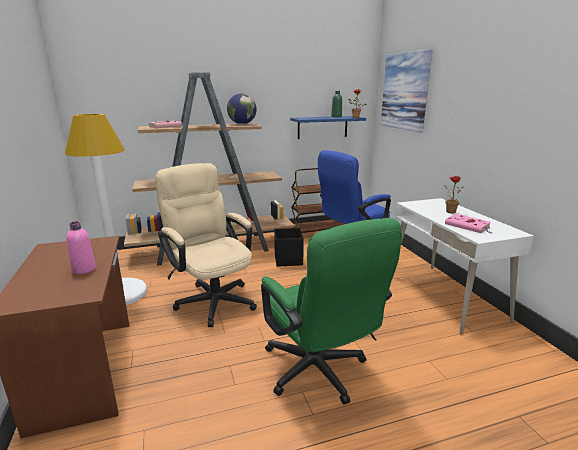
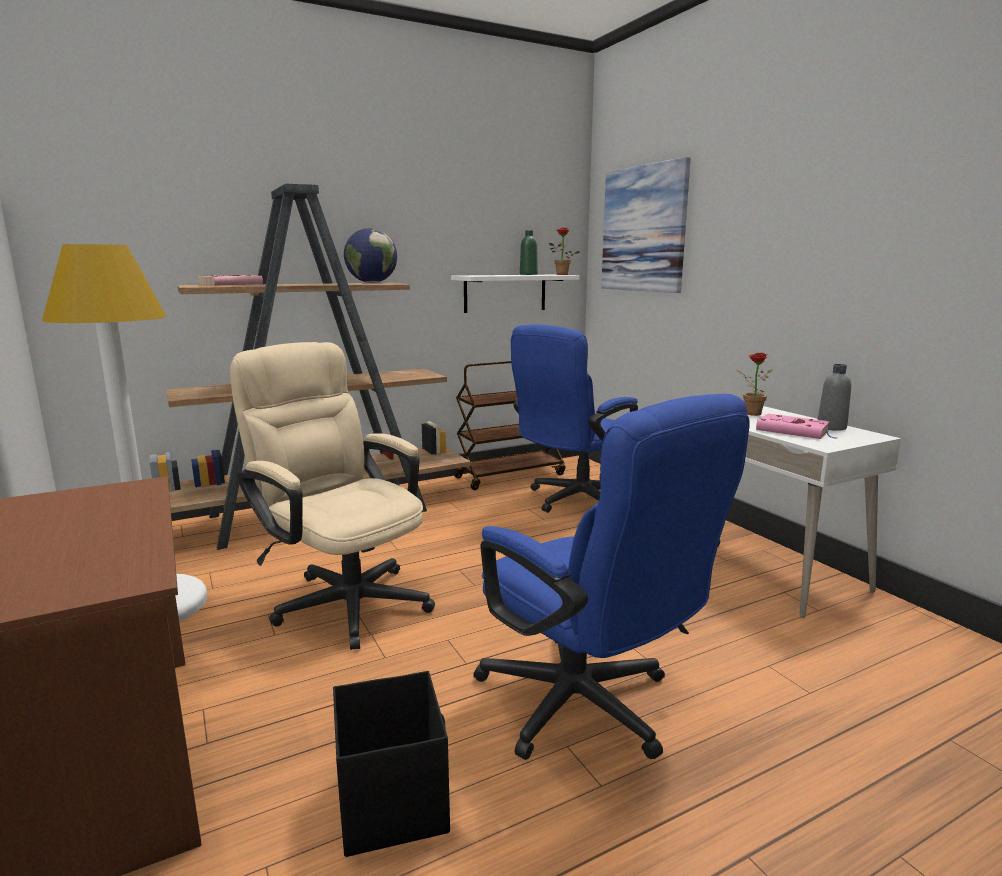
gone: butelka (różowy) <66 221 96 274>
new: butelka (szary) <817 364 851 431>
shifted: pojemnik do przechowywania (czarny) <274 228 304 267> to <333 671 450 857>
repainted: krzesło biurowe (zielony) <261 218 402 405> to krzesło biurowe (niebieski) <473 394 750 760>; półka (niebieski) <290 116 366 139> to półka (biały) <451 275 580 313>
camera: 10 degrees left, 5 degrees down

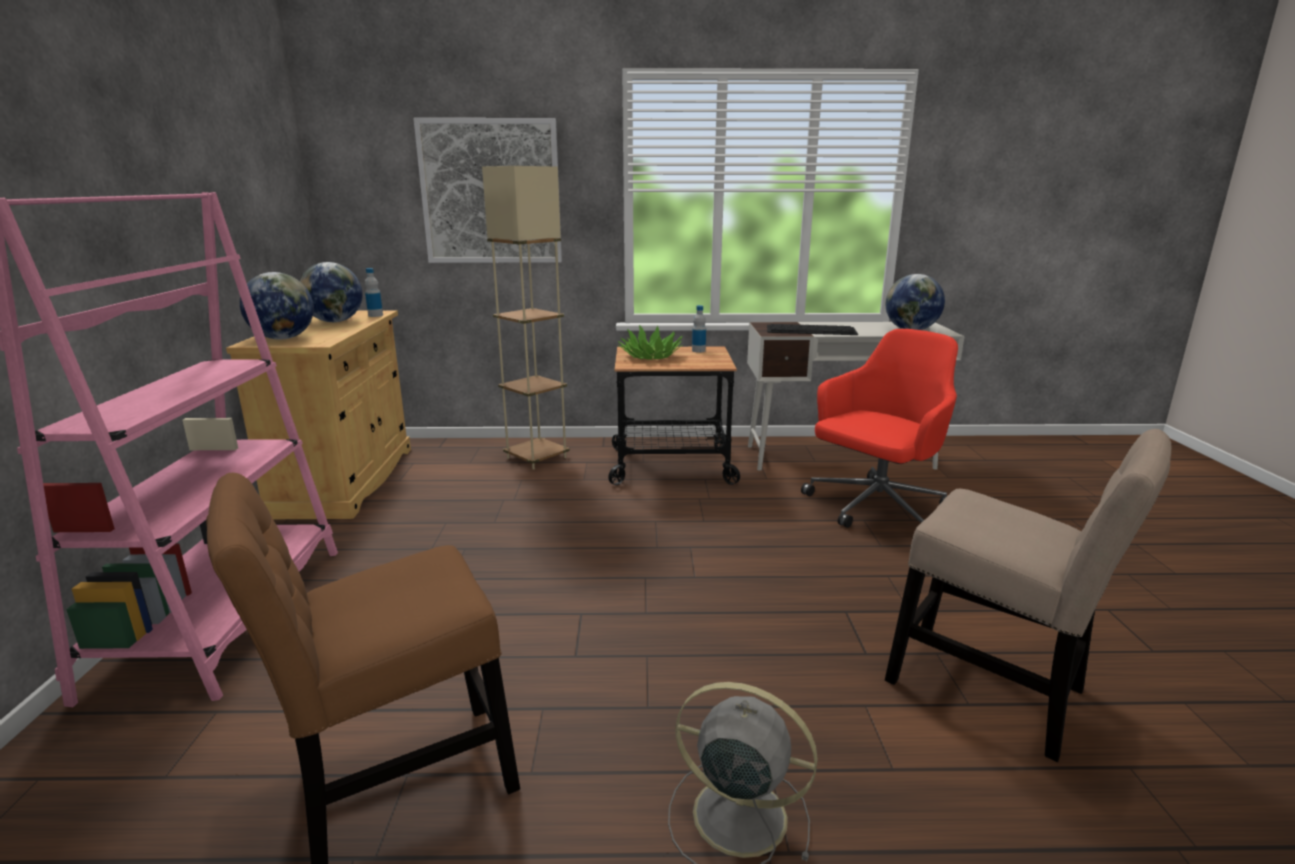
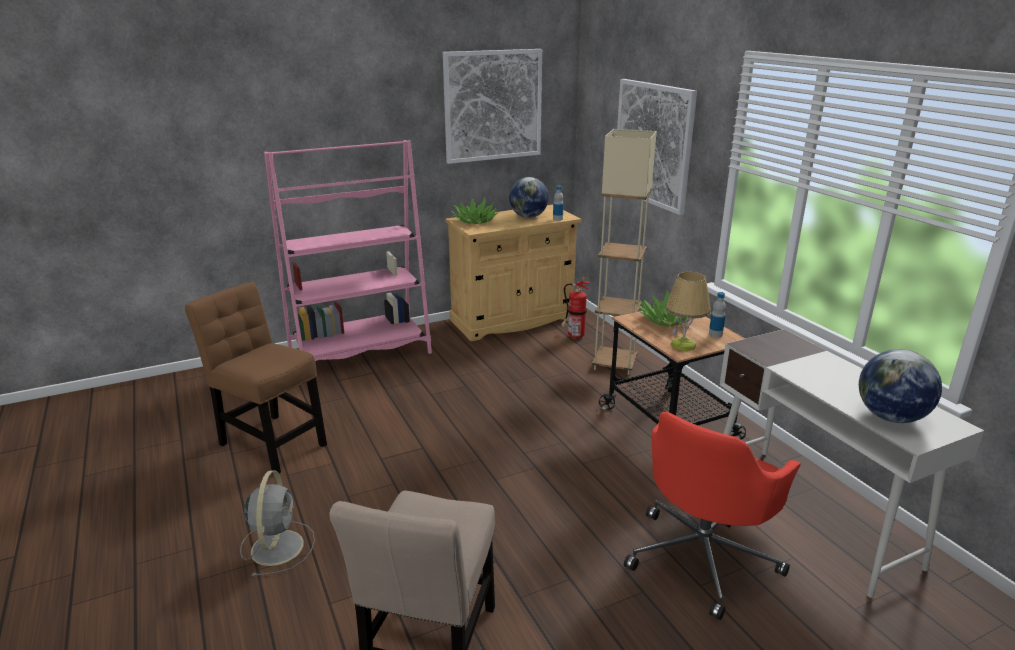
gone: klawiatura <767 324 858 335>
new: obraz <443 49 542 164>; gaśnica <561 277 590 339>; lampa stołowa <665 272 711 351>
swapped: globus <240 272 314 340> to roślina doniczkowa <451 198 498 224>
rotated: krzesło biurowe (czerwony) <801 329 958 528> = <624 412 801 620> 105 degrees clockwise
camera: 65 degrees right, 5 degrees up

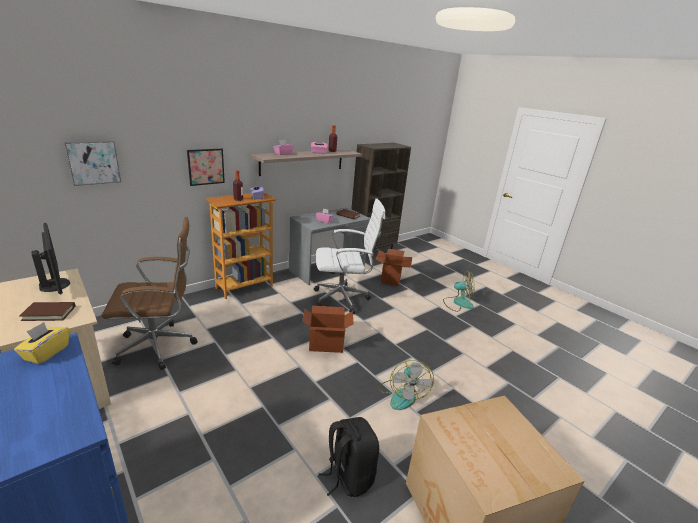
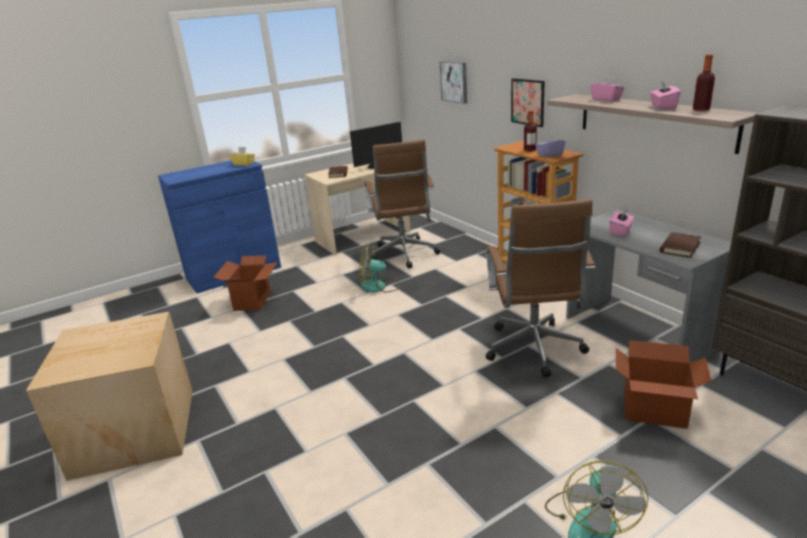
gone: plecak (czarny) <319 417 379 497>
shifted: karton <302 306 354 353> to <213 255 278 311>; wentylator <378 360 434 410> to <358 244 400 293>
repainted: krzesło biurowe (biały) <314 198 385 314> to krzesło biurowe (brązowy) <486 199 595 378>
camera: 100 degrees right, 0 degrees up

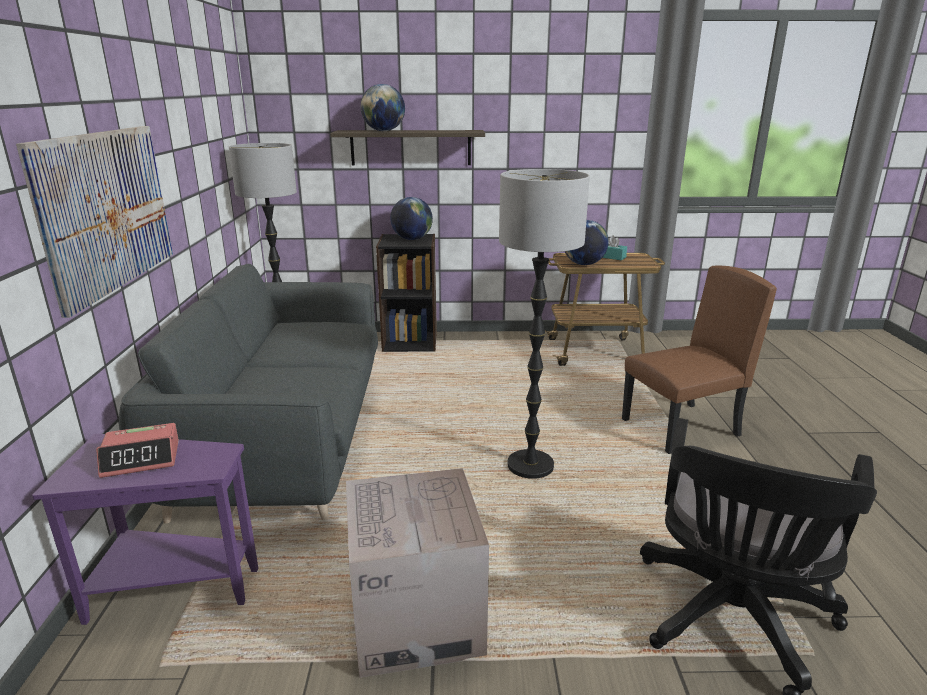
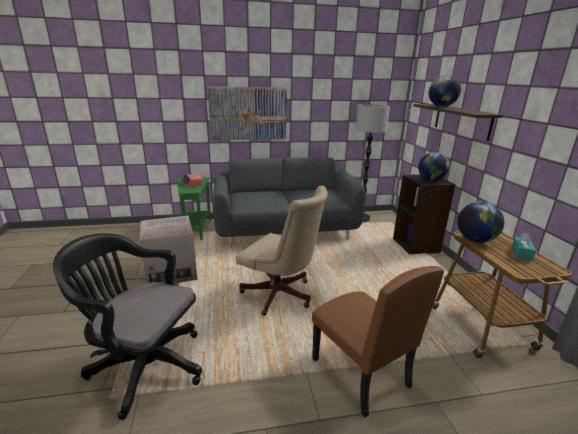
swapped: lampa stojąca <499 169 590 479> to krzesło biurowe (beżowy) <236 186 328 316>
repainted: stolik (fioletowy) <32 433 258 625> to stolik (zielony) <177 177 211 240>
camera: 80 degrees right, 0 degrees up

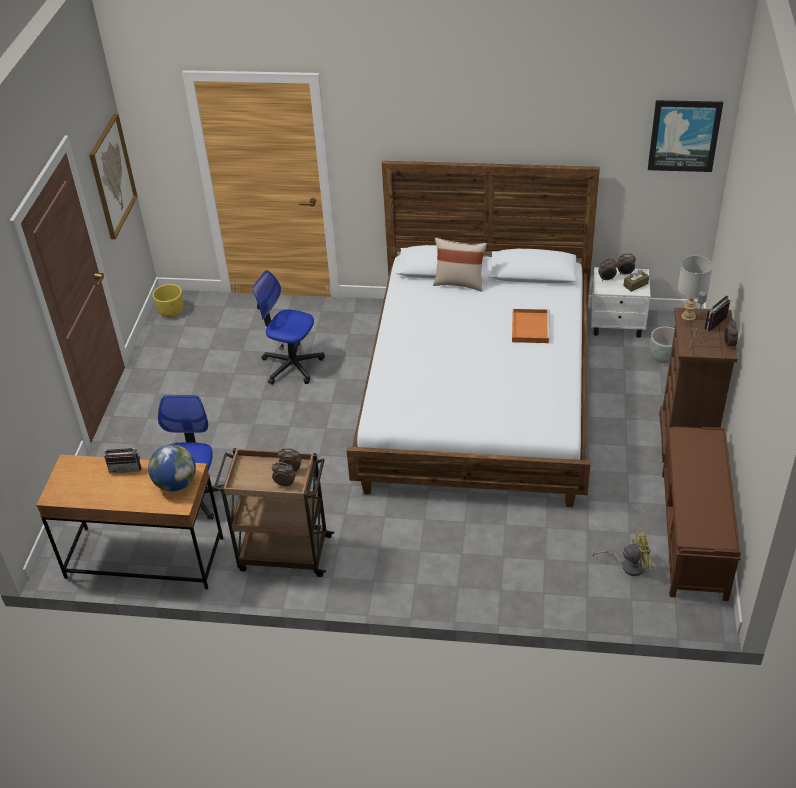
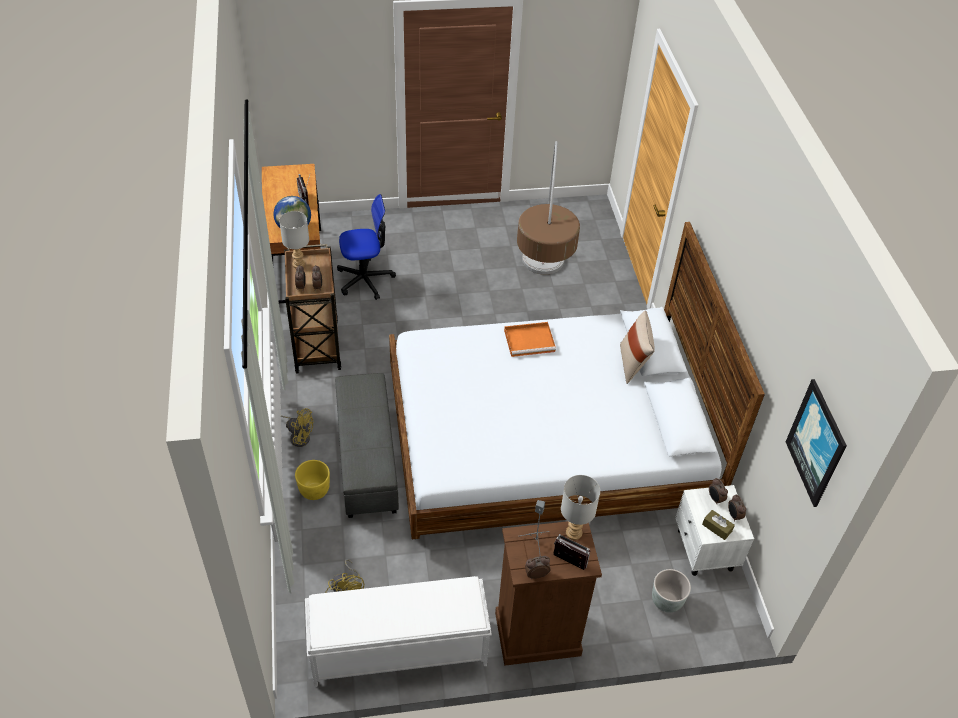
gone: obraz <89 114 138 239>
new: lampa stołowa (szary) <279 211 309 268>; wentylator (żółty) <281 408 313 447>; pufa (szary) <335 373 399 518>
shifted: donica (żółty) <153 284 183 318> to <295 460 330 500>; taca (pomarańczowy) <512 309 550 343> to <504 322 556 357>
swapped: krzesło biurowe <252 270 325 385> to lampa stojąca <517 141 580 275>
repainted: ławka (brązowy) <662 427 741 601> to ławka (biały) <305 576 492 687>
camera: 70 degrees right, 5 degrees up

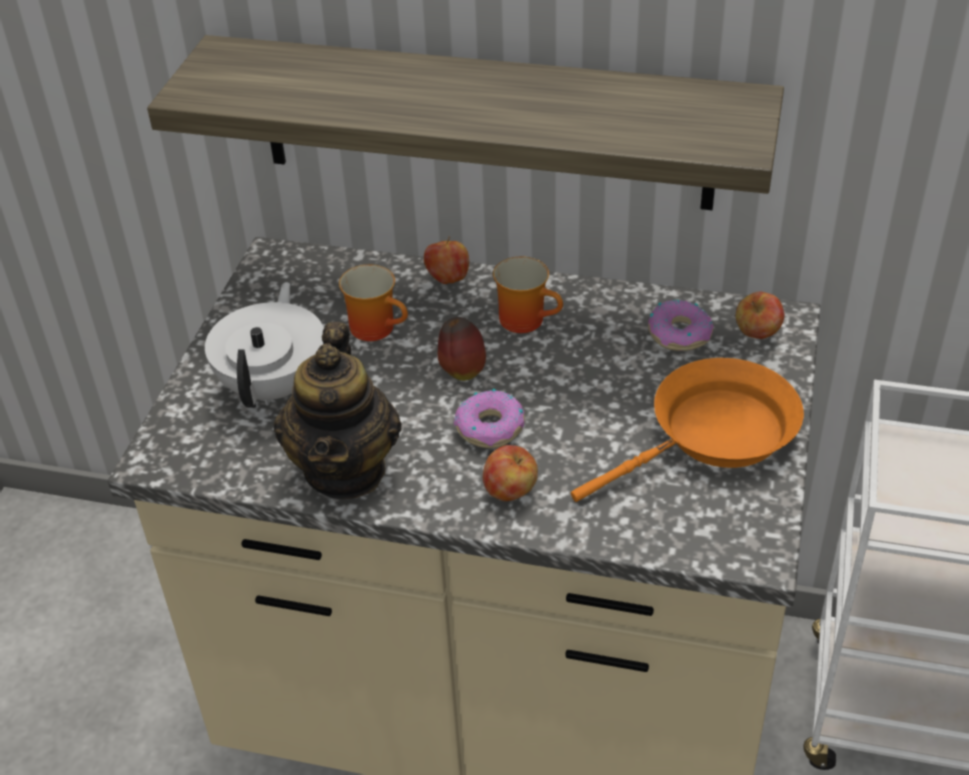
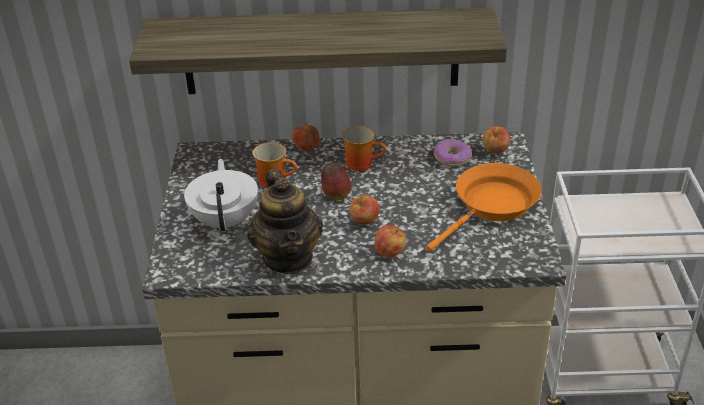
swapped: donut <454 389 525 448> to jabłko <350 195 379 225>
camera: 15 degrees left, 5 degrees down

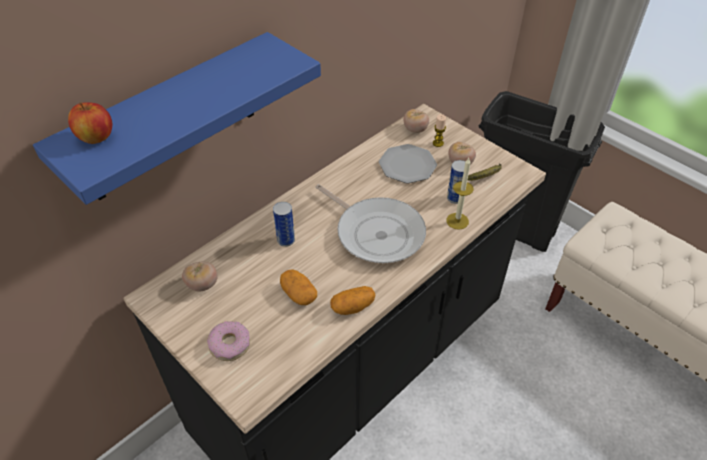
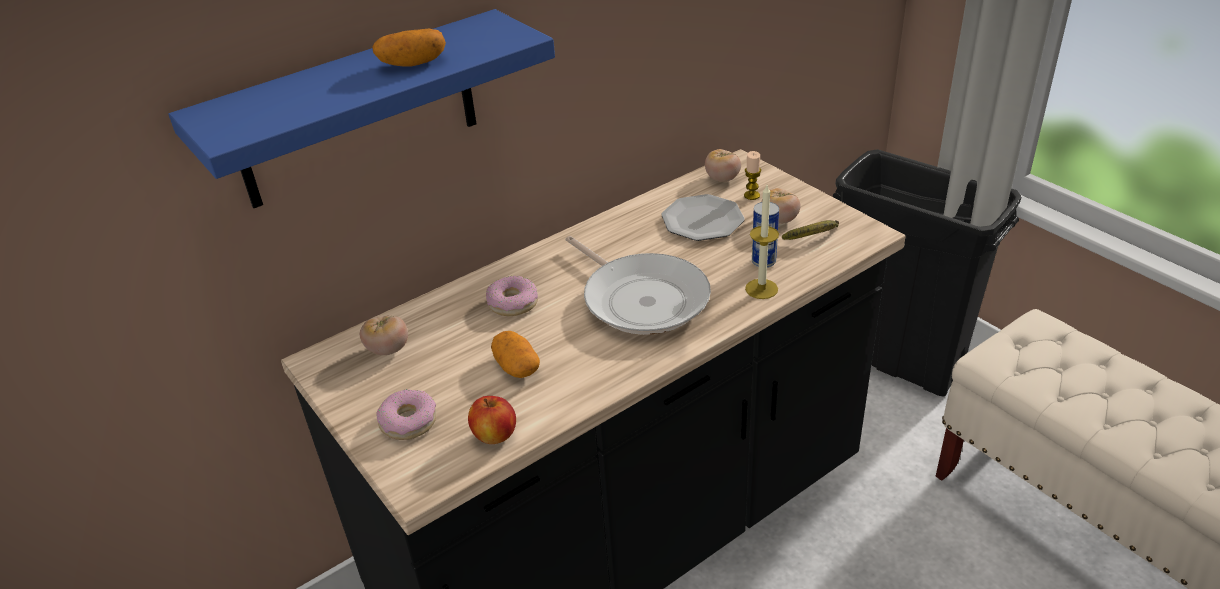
shifted: jabłko <68 102 112 144> to <468 396 516 444>; ziemniak <330 286 376 315> to <372 28 446 66>
swapped: puszka <273 202 295 247> to donut <486 276 538 316>
camera: 10 degrees right, 10 degrees down

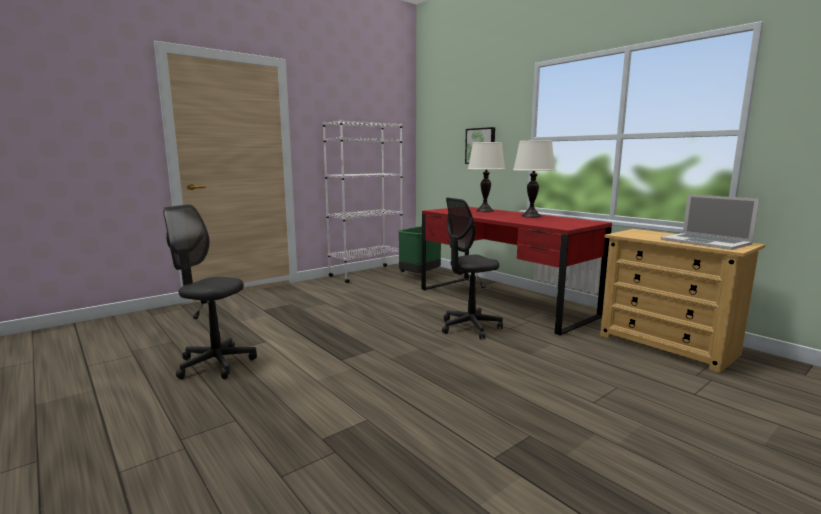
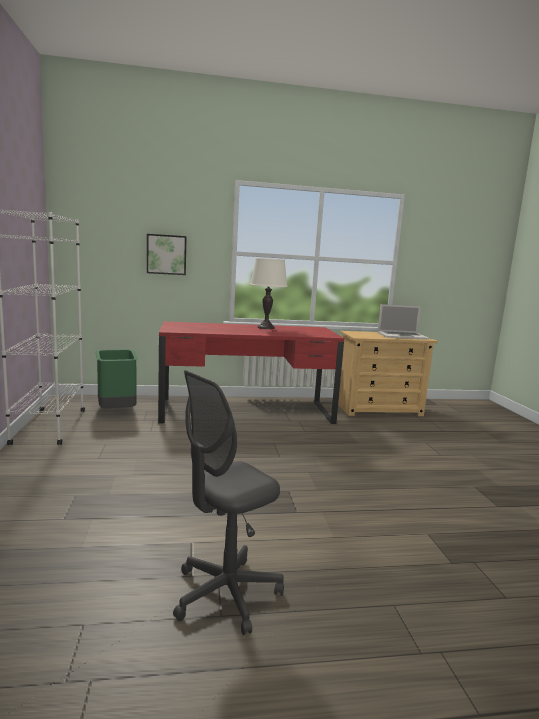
gone: krzesło biurowe (szary) <442 197 503 339>; lampa stołowa (biały) <468 142 505 212>
camera: 60 degrees left, 0 degrees up

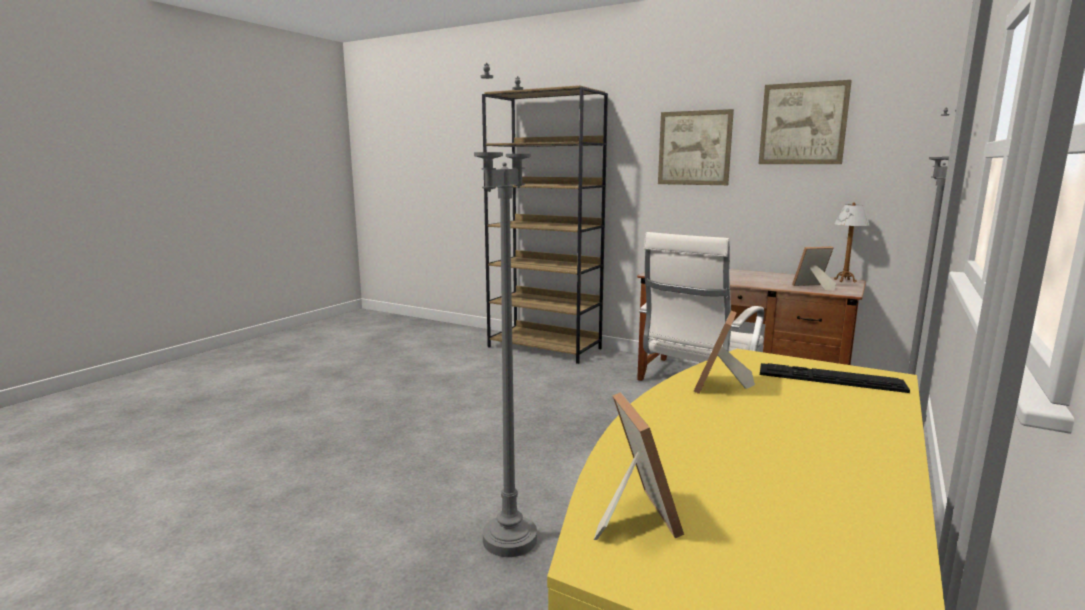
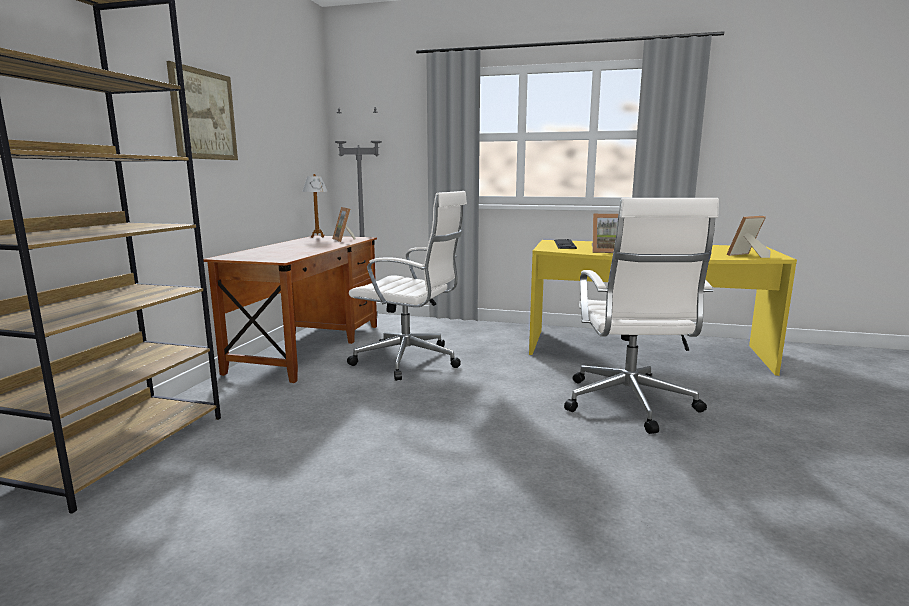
gone: obraz <759 80 852 164>
swapped: lampa stojąca (szary) <474 63 537 557> to krzesło biurowe (biały) <564 198 719 434>
camera: 105 degrees left, 0 degrees up

